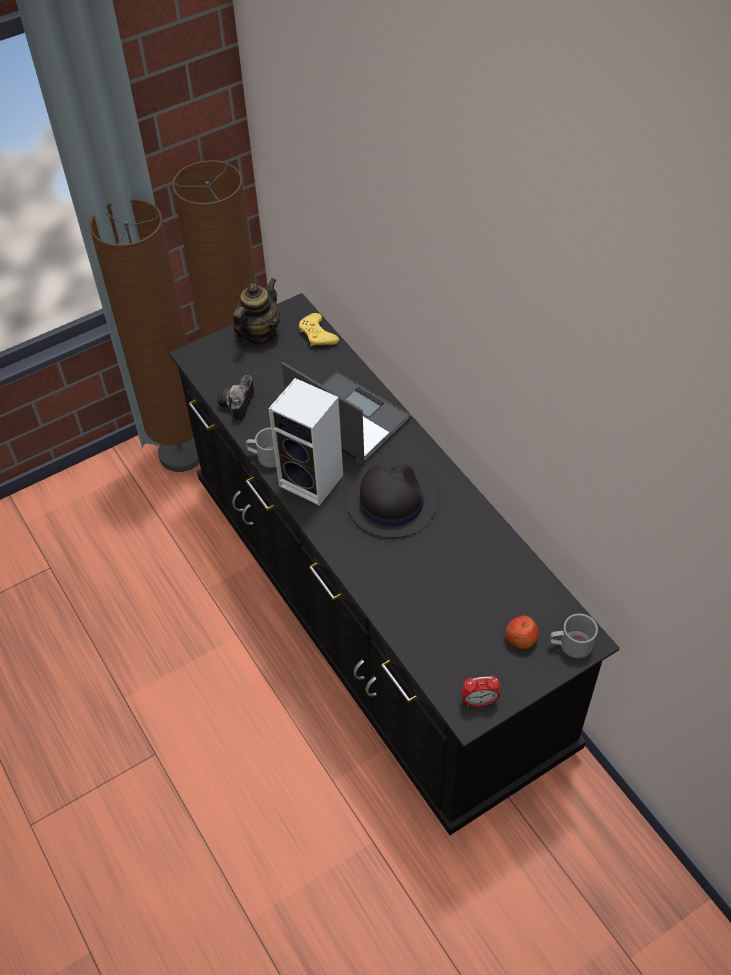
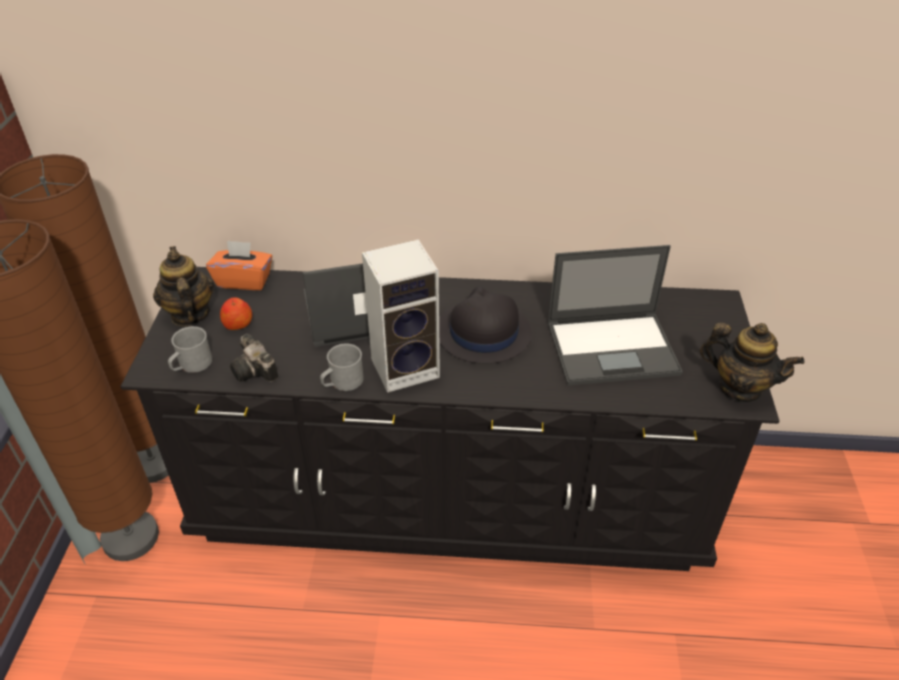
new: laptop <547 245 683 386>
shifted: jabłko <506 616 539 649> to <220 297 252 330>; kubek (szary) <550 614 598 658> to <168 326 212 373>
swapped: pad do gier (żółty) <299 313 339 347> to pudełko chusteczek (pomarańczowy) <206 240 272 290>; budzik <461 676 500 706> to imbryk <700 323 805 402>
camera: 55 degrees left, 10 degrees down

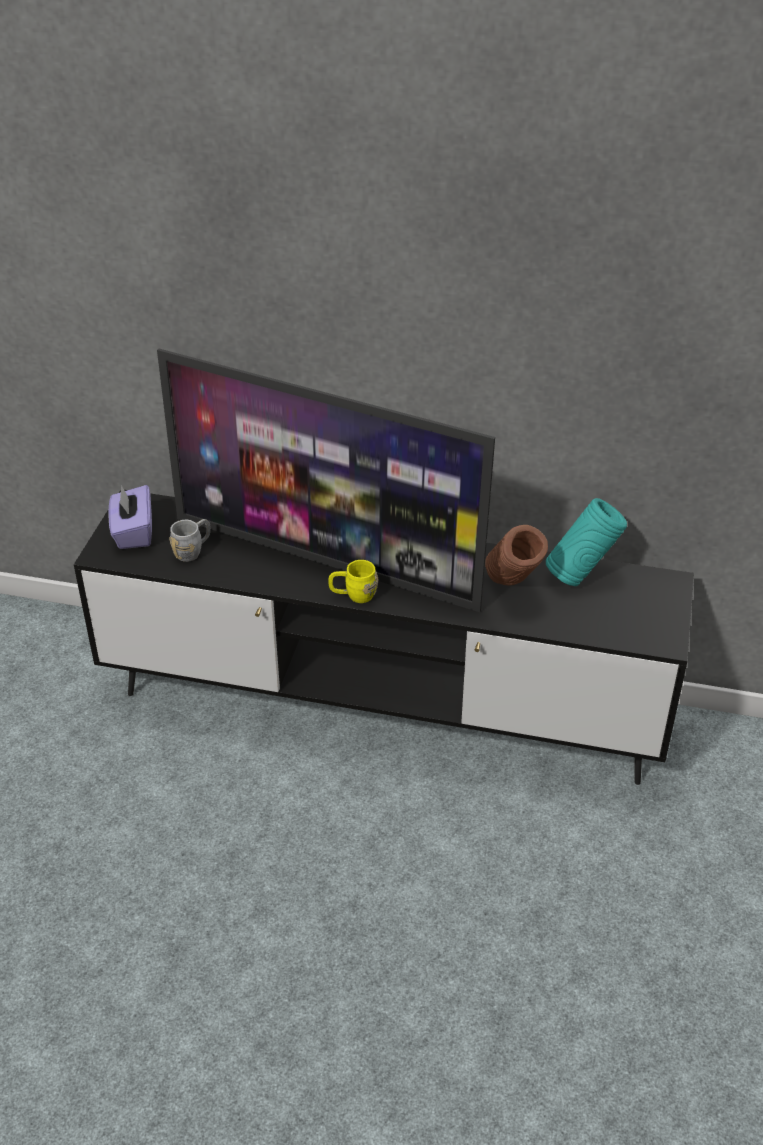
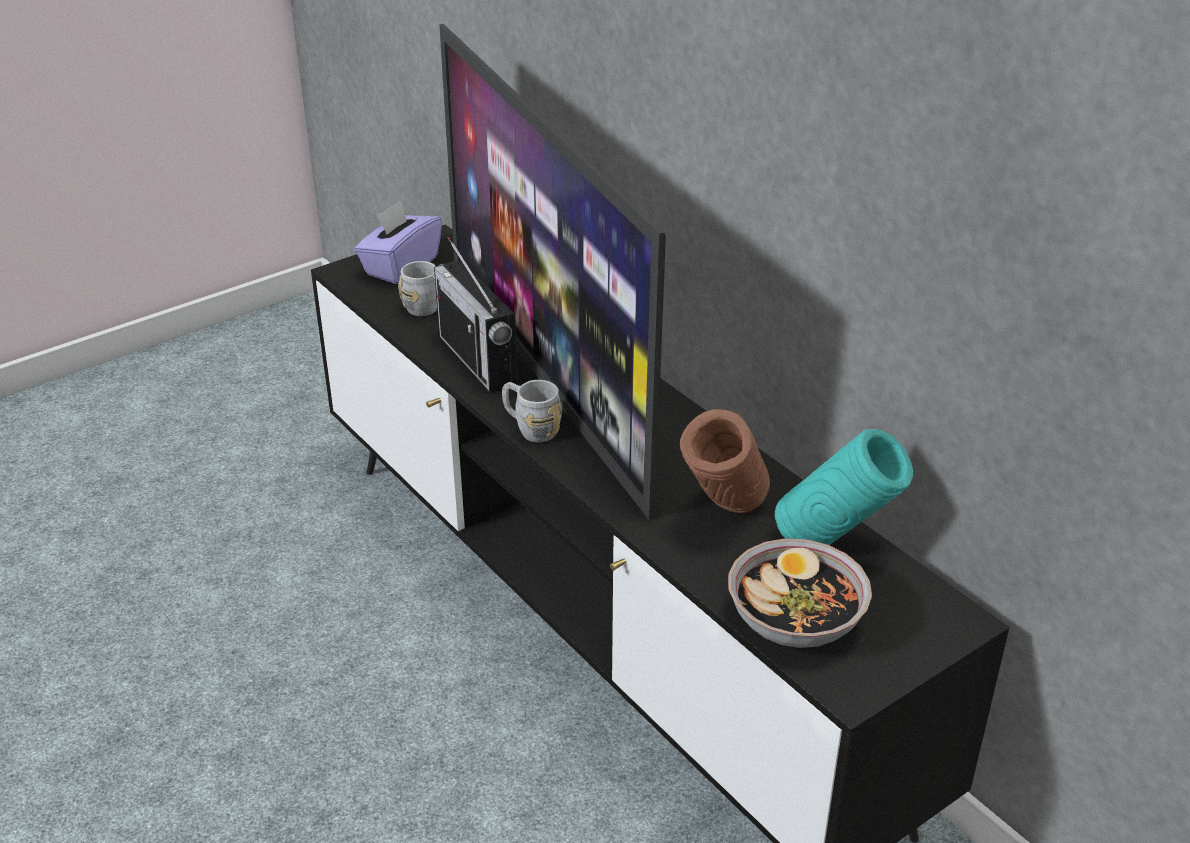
new: radio <432 237 518 393>; miska <728 538 872 648>
repainted: kubek (żółty) <328 560 378 603> to kubek (szary) <502 380 562 443>
camera: 40 degrees right, 5 degrees down

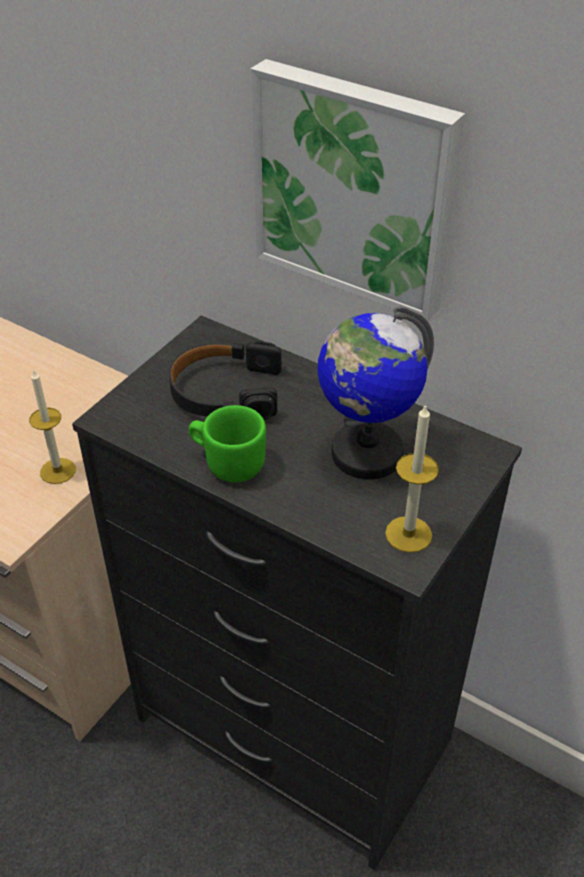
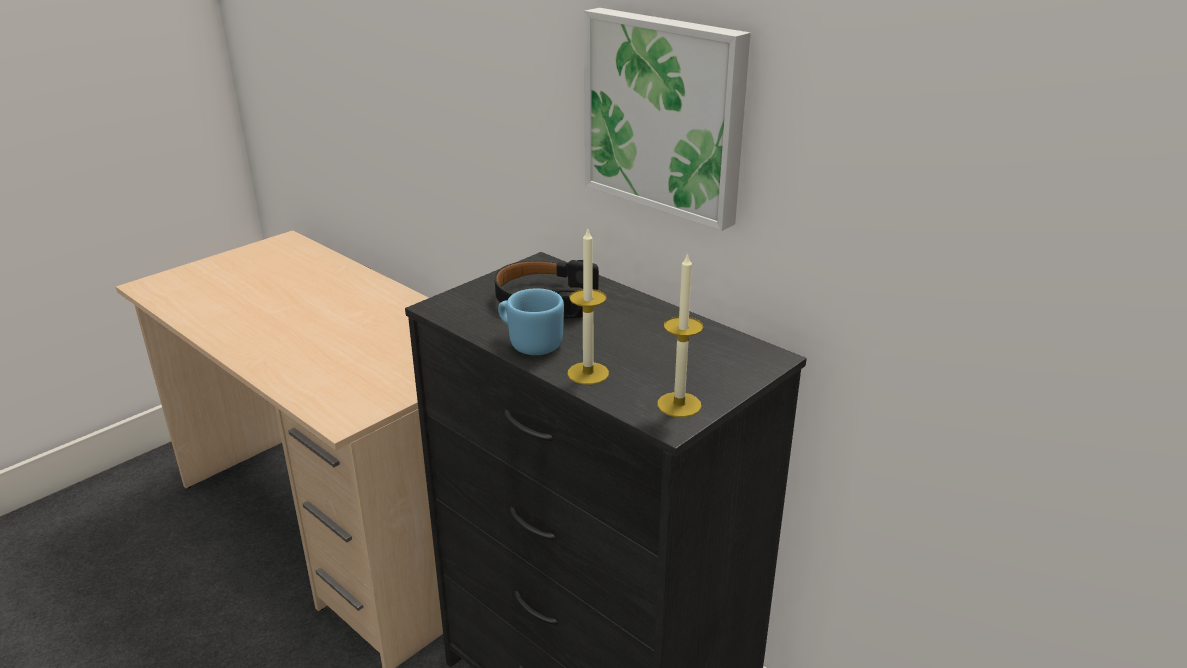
gone: globus <317 306 434 479>
shifted: świeca <29 369 76 484> to <567 228 609 385>
repainted: kubek (zielony) <189 405 266 482> to kubek (niebieski) <498 288 564 355>
camera: 10 degrees right, 15 degrees down

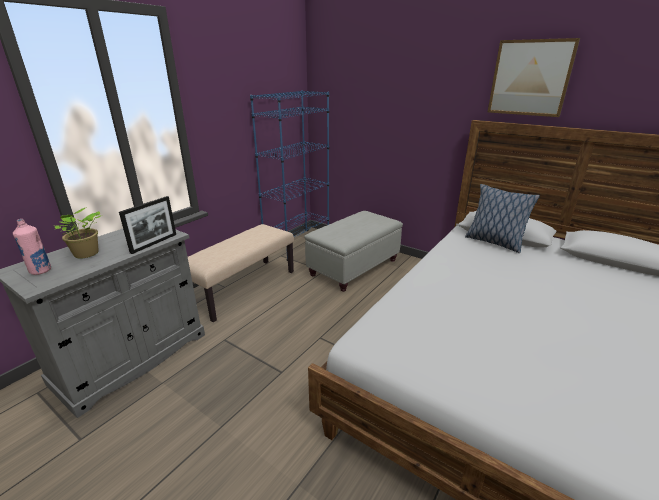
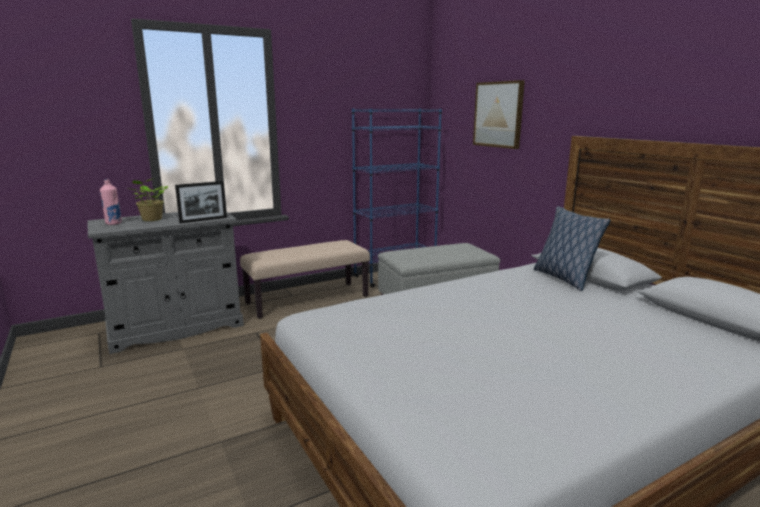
shifted: obraz <488 38 580 117> to <473 80 525 149>
camera: 25 degrees right, 10 degrees down

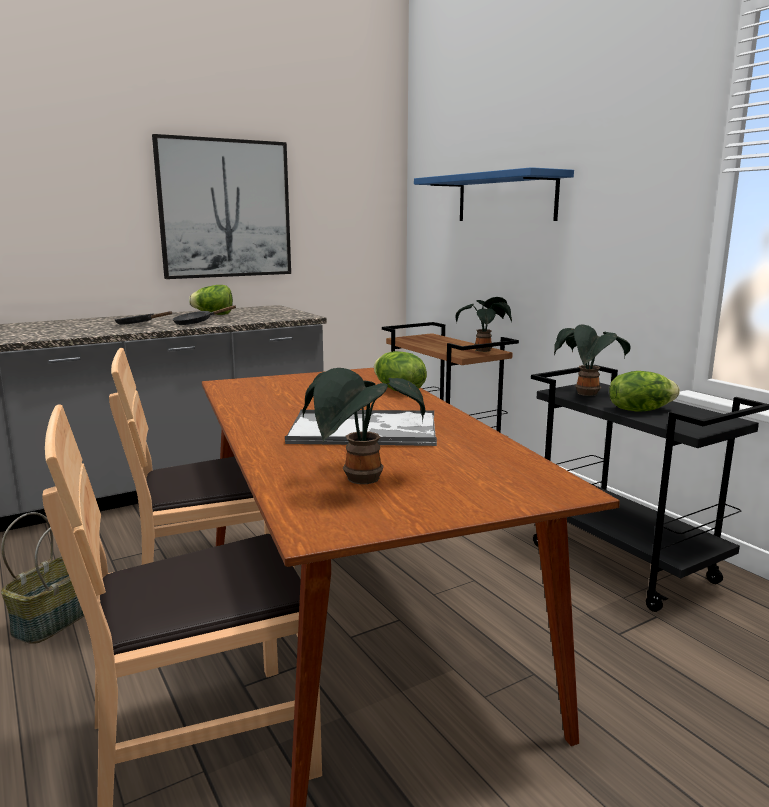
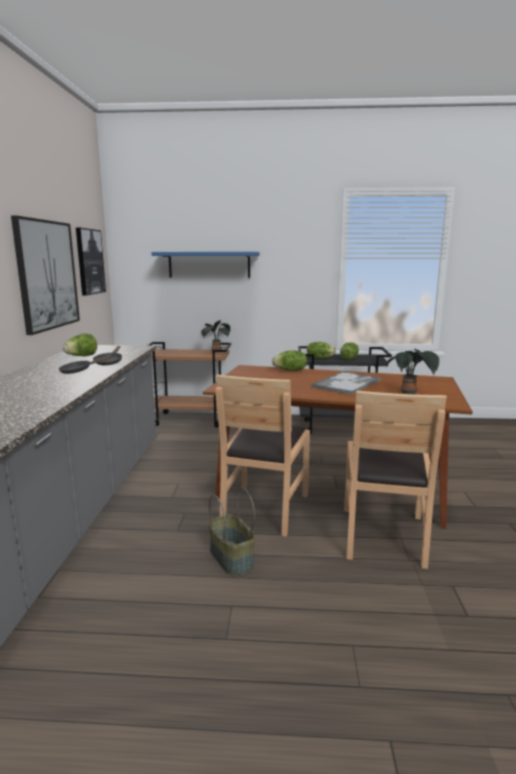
new: obraz <76 228 106 296>
swapped: roślina doniczkowa <554 324 631 396> to sałata <307 342 336 359>
camera: 55 degrees left, 0 degrees up

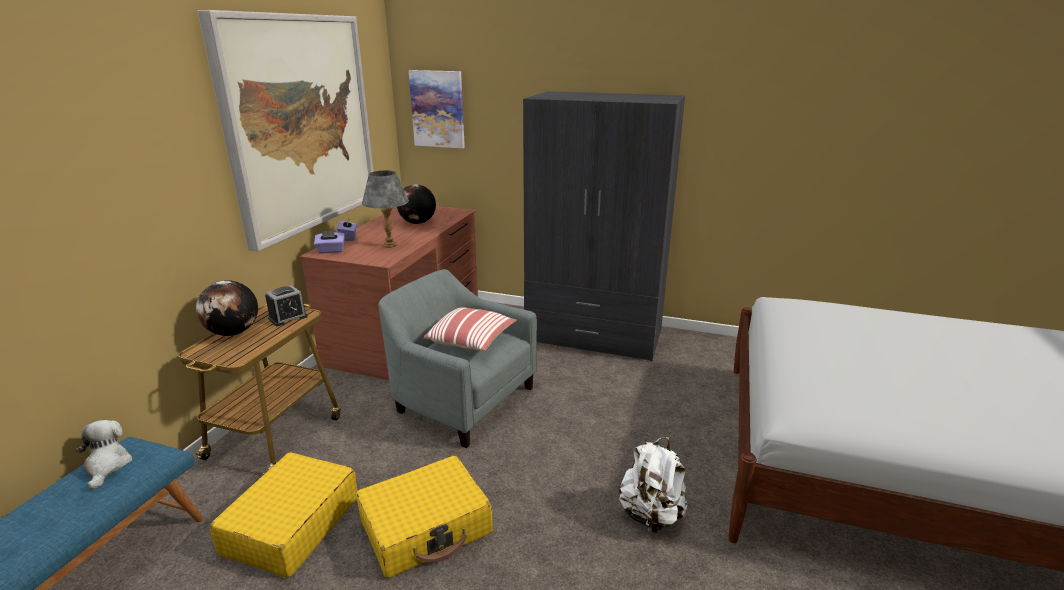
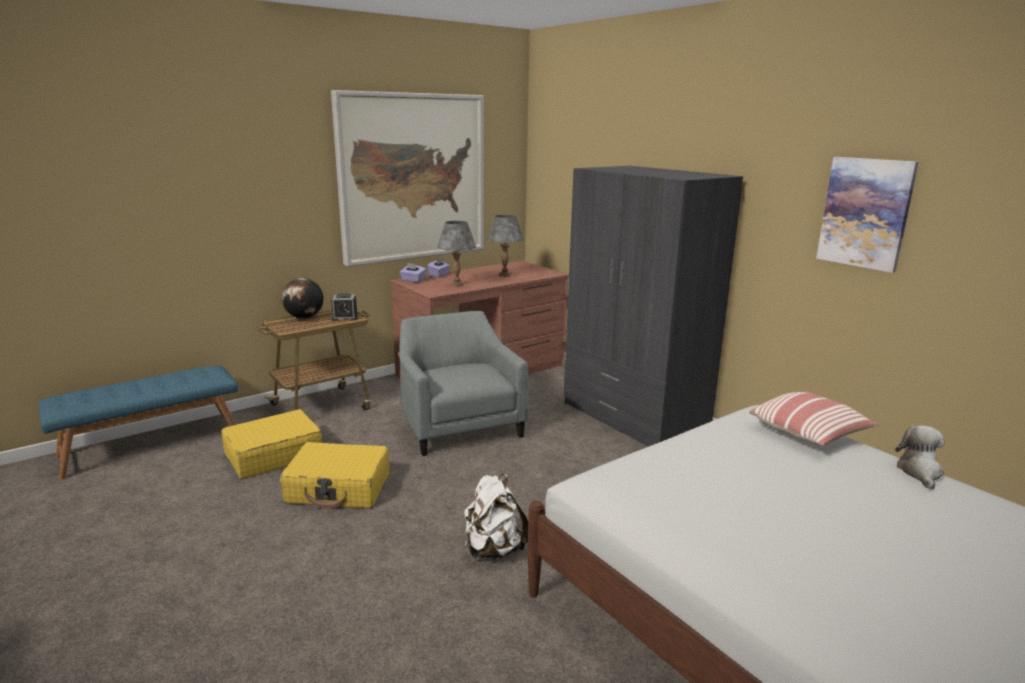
shifted: pluszak <76 420 133 489> to <895 425 945 490>; obraz <409 70 465 148> to <816 157 919 273>; poduszka <424 307 517 351> to <749 392 879 446>
swapped: globus <397 184 436 224> to lampa stołowa (szary) <487 215 524 276>
camera: 35 degrees right, 5 degrees down

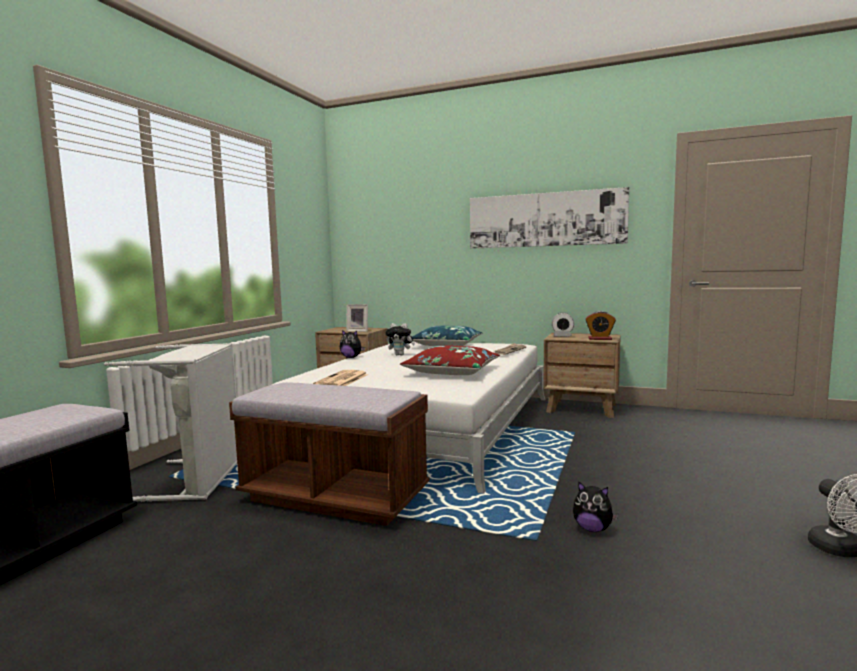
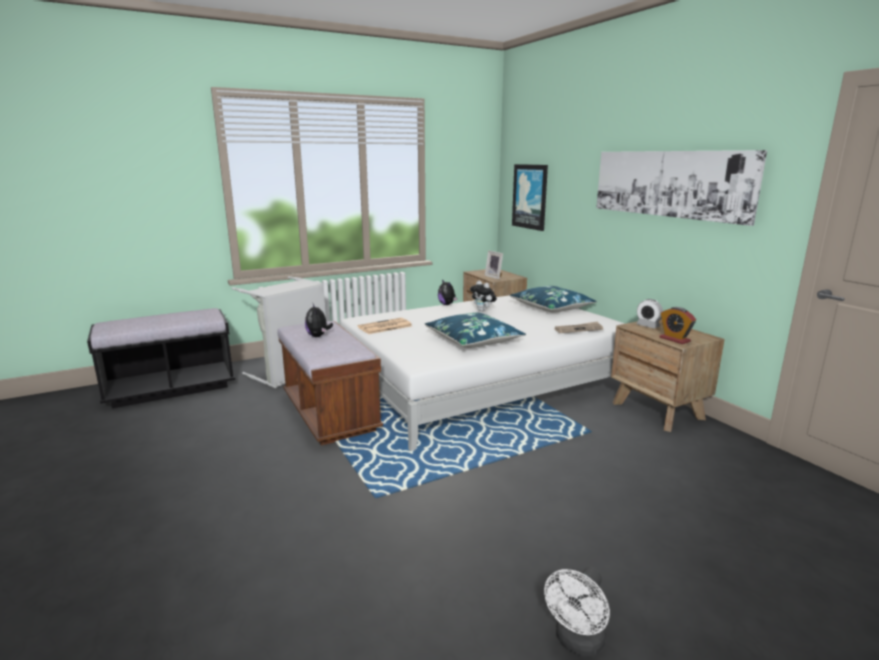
new: obraz <512 164 548 231>
shifted: pluszak <573 481 619 532> to <305 304 333 337>
repainted: poduszka (czerwony) <400 345 500 375> to poduszka (niebieski) <425 313 526 348>
camera: 40 degrees right, 10 degrees up

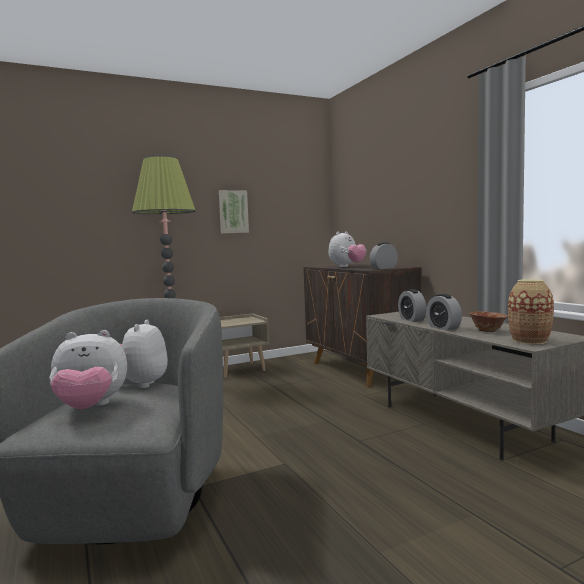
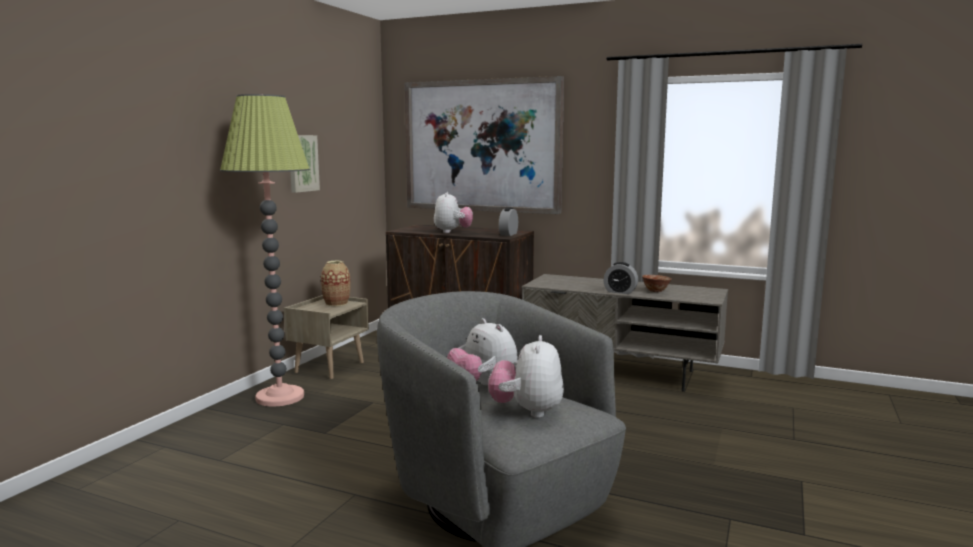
gone: budzik <398 289 426 322>
new: obraz <404 76 564 214>
shifted: wazon <508 279 554 344> to <321 261 351 306>
rotated: pluszak <49 330 127 409> = <488 335 564 418> 150 degrees clockwise
camera: 40 degrees left, 5 degrees up

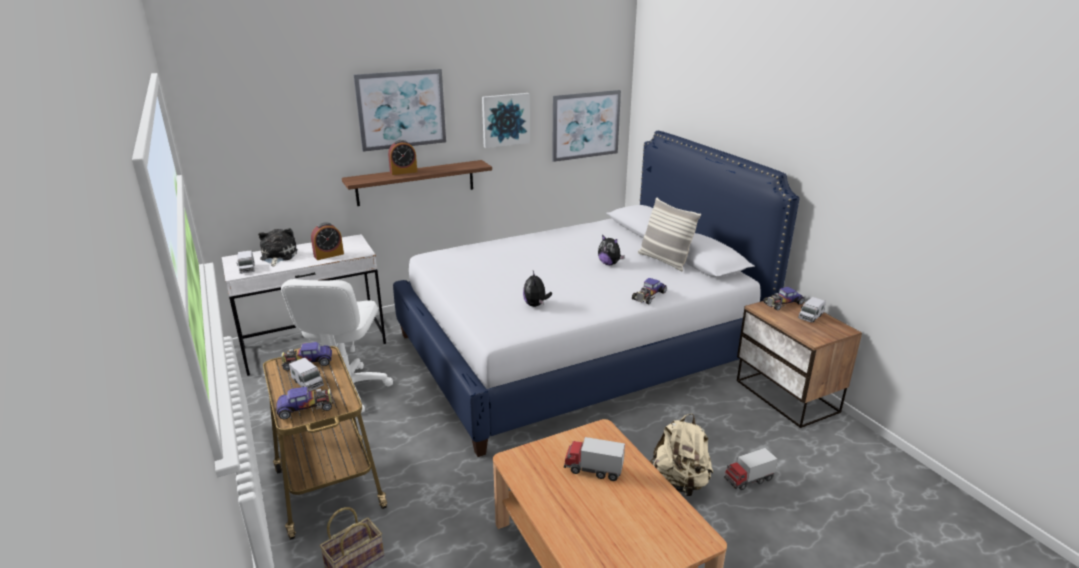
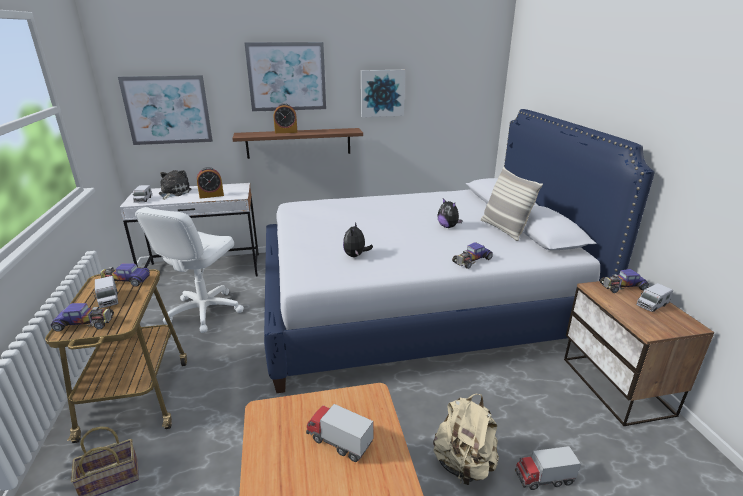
shifted: obraz <552 90 621 162> to <118 75 213 145>
camera: 15 degrees right, 0 degrees up

